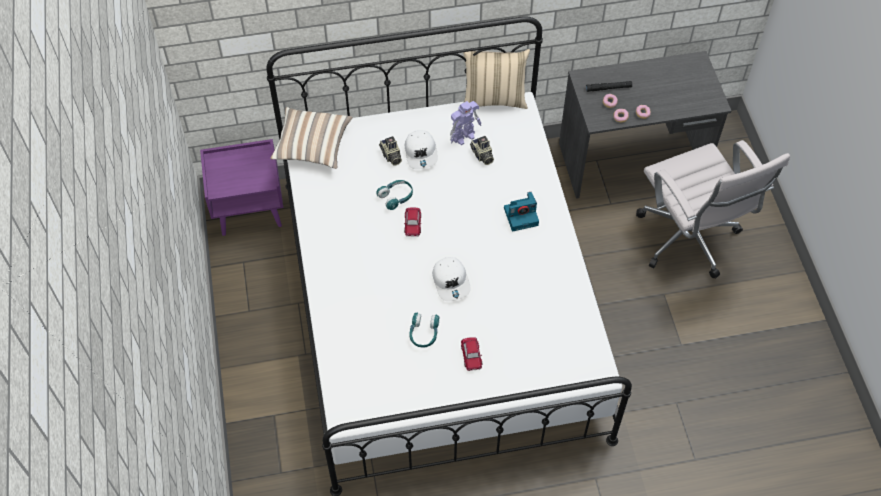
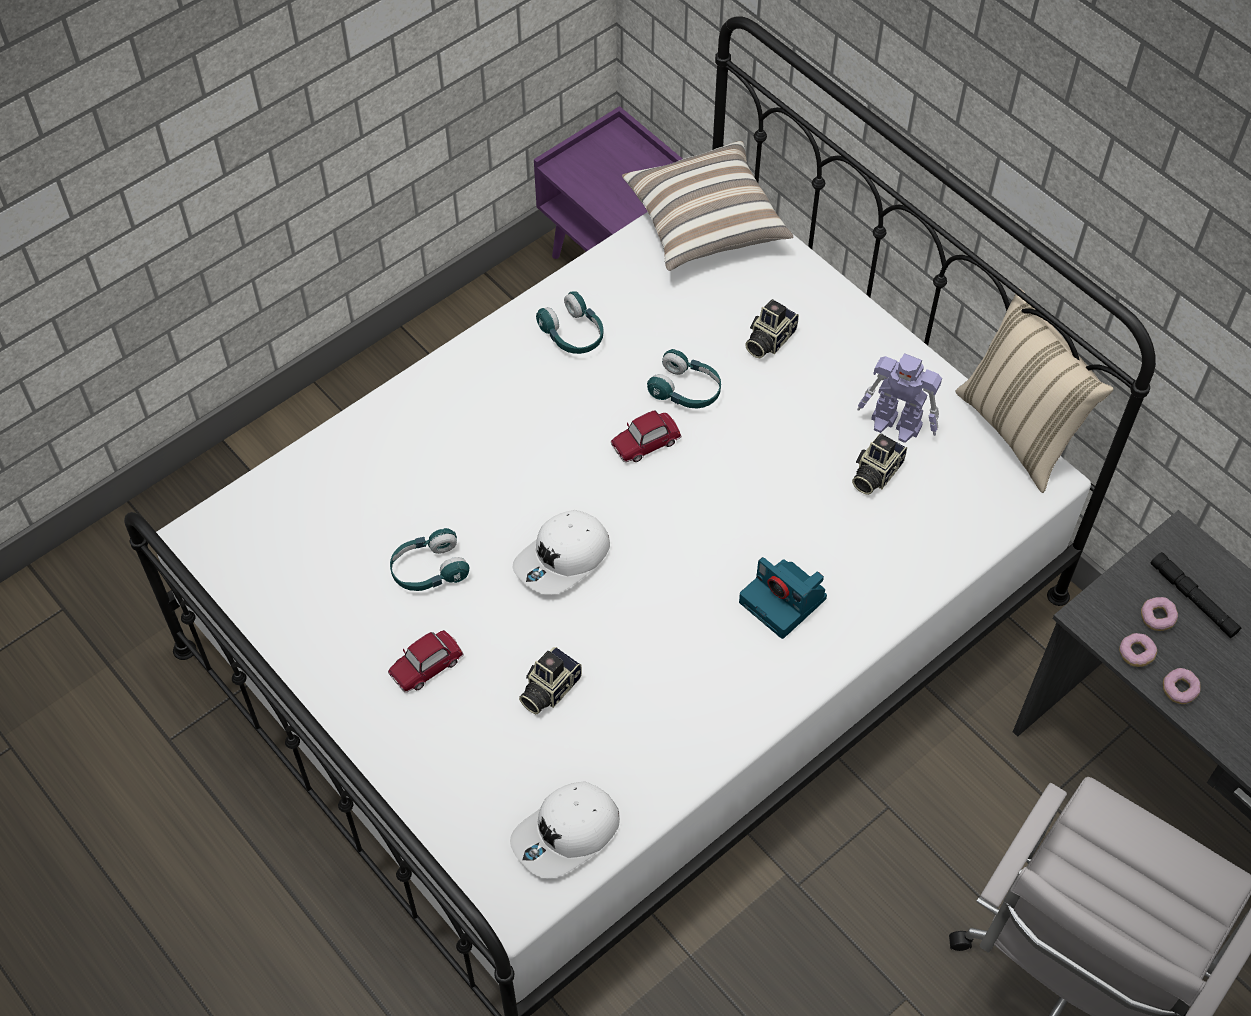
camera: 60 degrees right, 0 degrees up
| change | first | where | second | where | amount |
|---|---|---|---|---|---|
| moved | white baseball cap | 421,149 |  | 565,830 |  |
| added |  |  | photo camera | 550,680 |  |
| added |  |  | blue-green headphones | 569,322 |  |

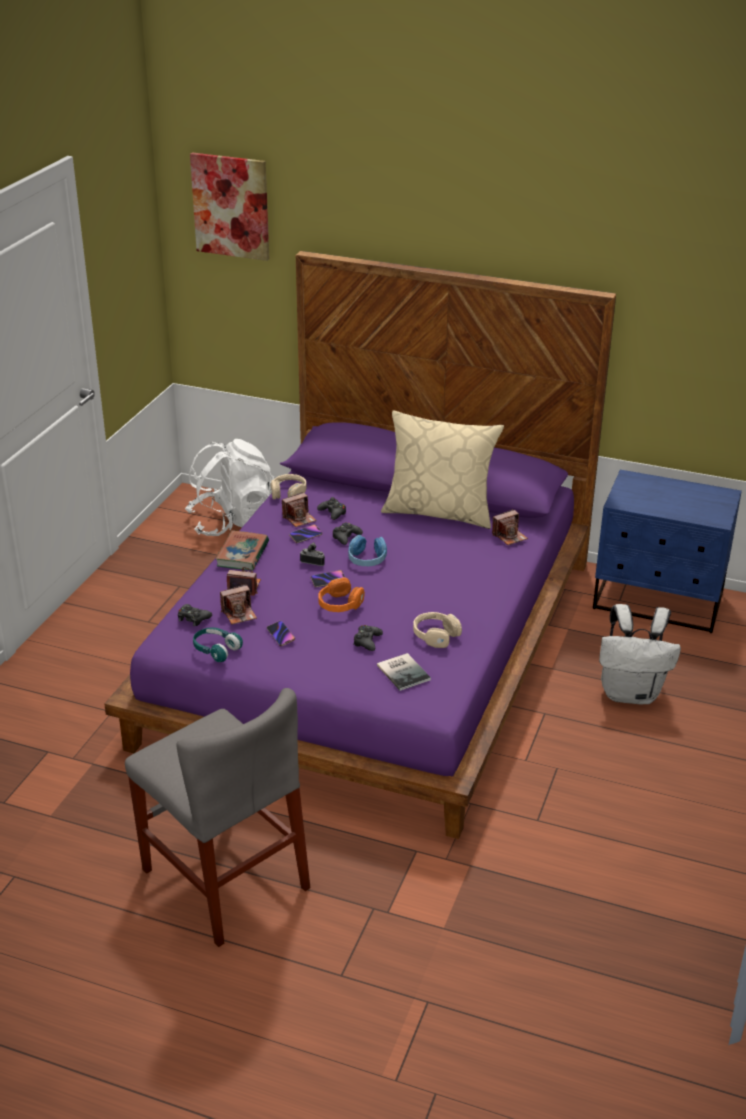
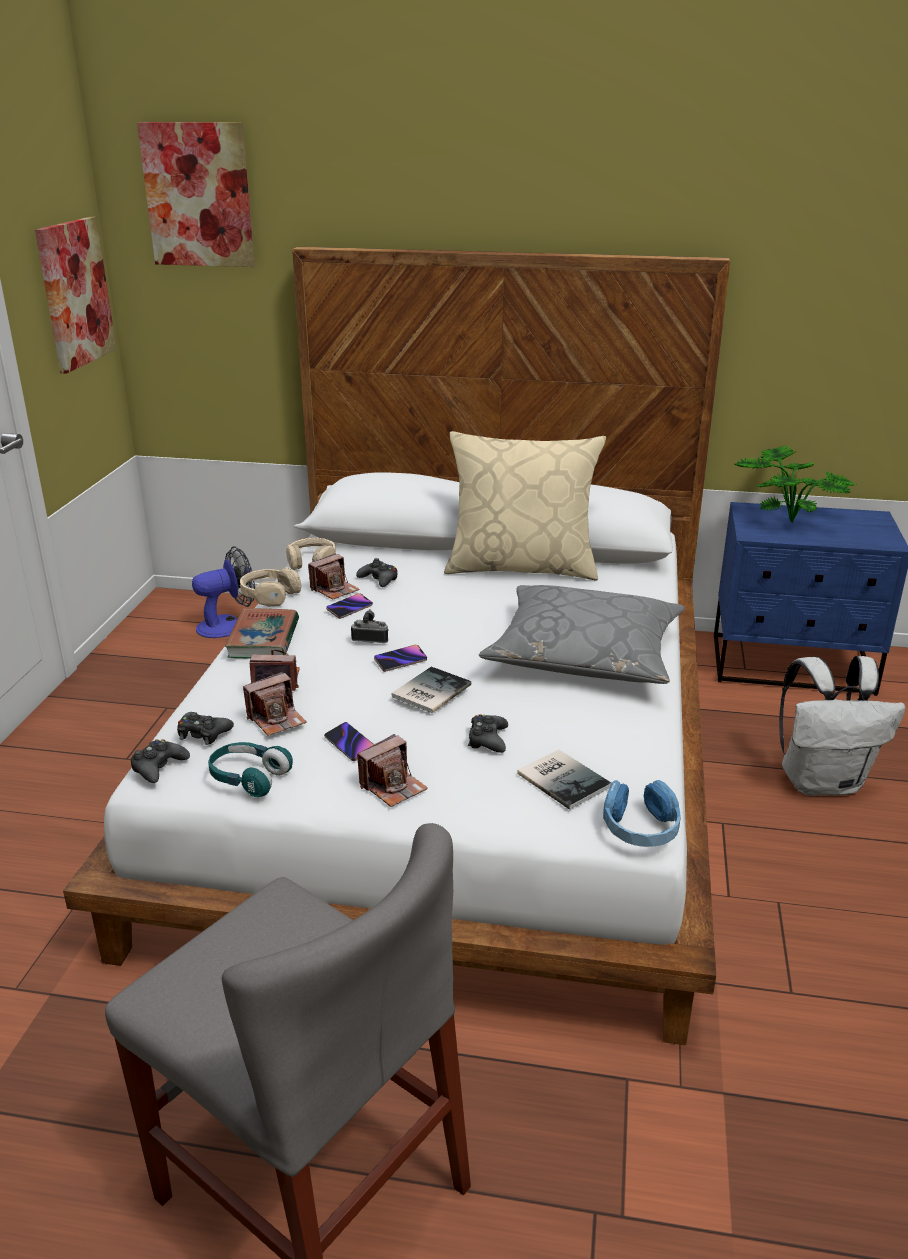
camera: 10 degrees left, 5 degrees down
| change | first | where | second | where | amount |
|---|---|---|---|---|---|
| added |  |  | wall art | 75,295 |  |
| recoloured | purple-coloured sleeping bed | 360,545 | white sleeping bed | 396,646 |  |
| moved | black-coloured gamepad | 348,533 |  | 160,761 |  |
| replaced | white rucksack | 229,487 | fan | 223,592 |  |
| moved | sand-coloured headphones | 437,630 |  | 270,586 |  |
| moved | photo camera | 510,527 |  | 392,770 |  |
| replaced | orange headphones | 341,594 | bound book | 431,690 |  |
| added |  |  | gray pillow | 582,634 |  |
| moved | blue-coloured headphones | 367,550 |  | 642,813 |  |
| added |  |  | potted plant | 796,484 |  |

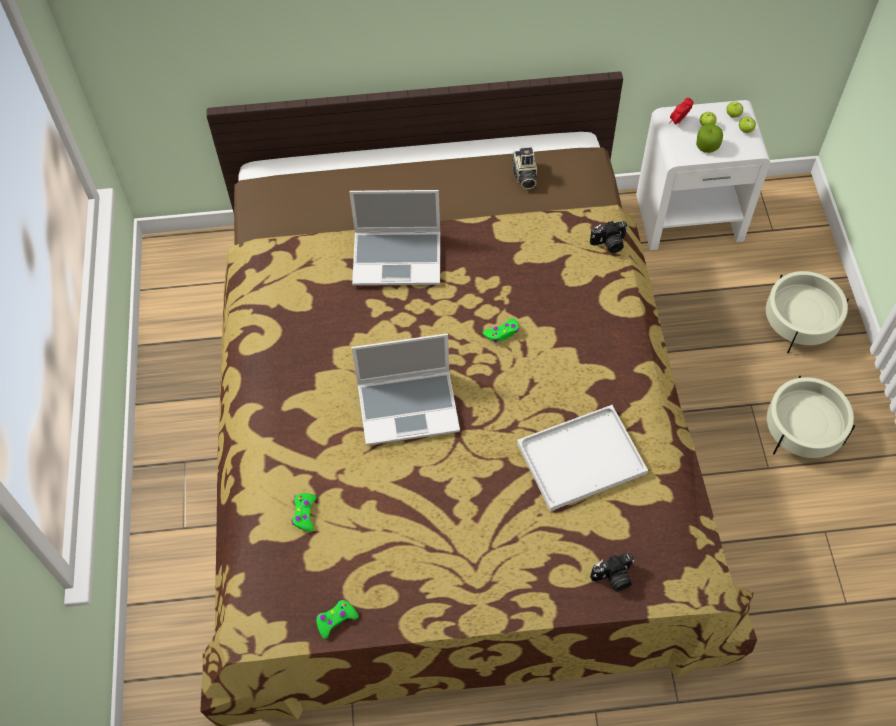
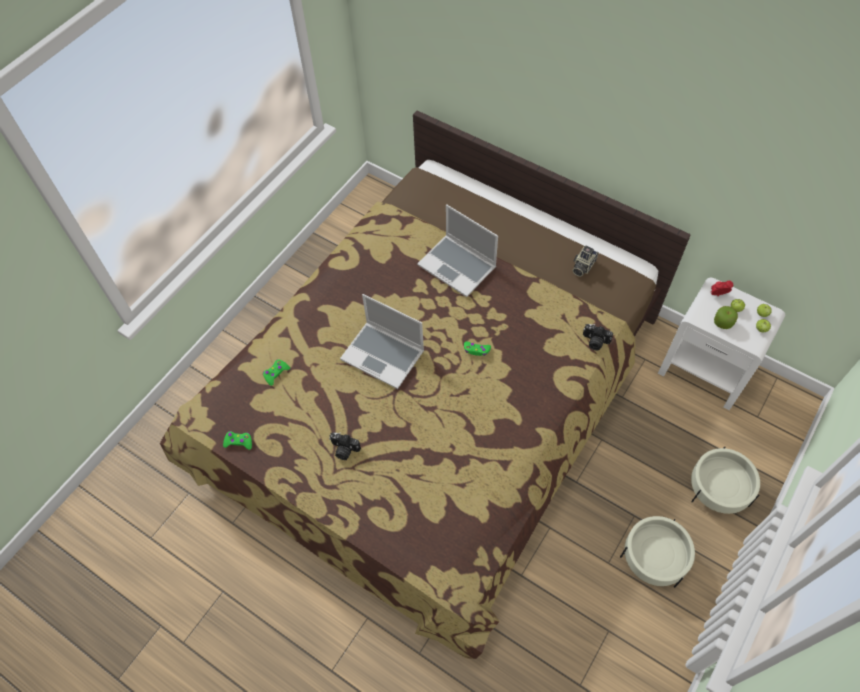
camera: 40 degrees right, 0 degrees up
| change | first | where | second | where | amount |
|---|---|---|---|---|---|
| moved | photo camera | 612,572 |  | 345,446 |  |
| removed | white tray | 582,458 |  |  |  |

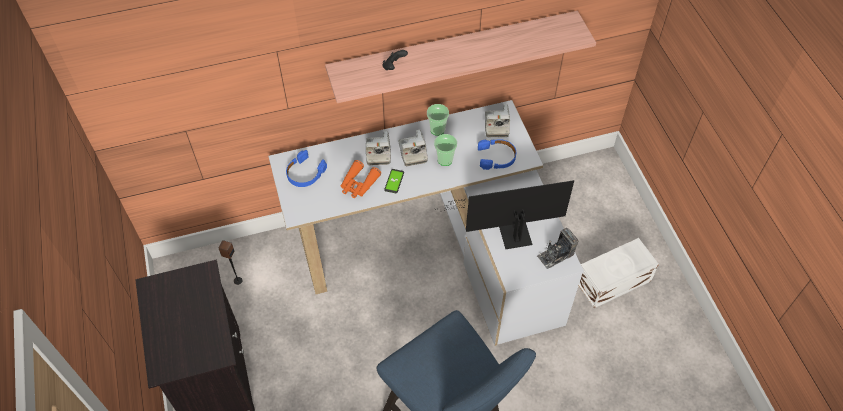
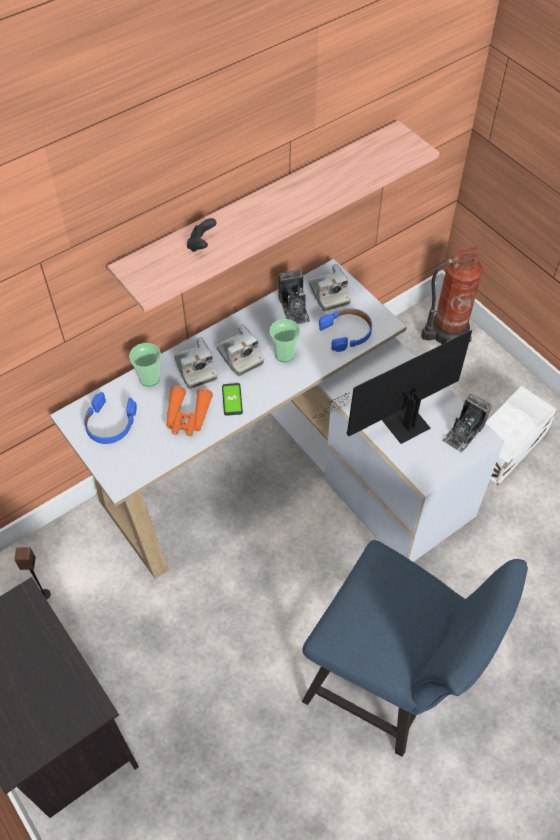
camera: 20 degrees left, 0 degrees up
| change | first | where | second | where | amount |
|---|---|---|---|---|---|
| moved | drinking cup | 438,120 |  | 145,365 |  |
| added |  |  | photo camera | 294,297 |  |
| added |  |  | fire extinguisher | 452,295 |  |

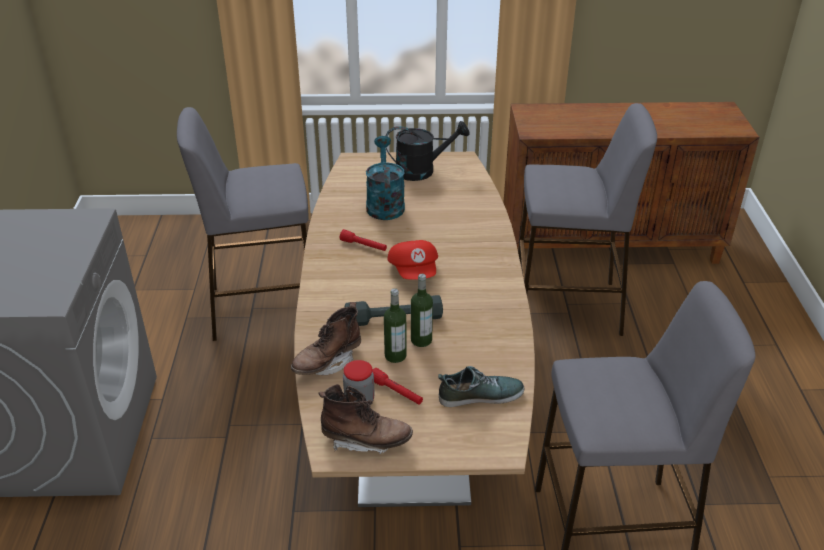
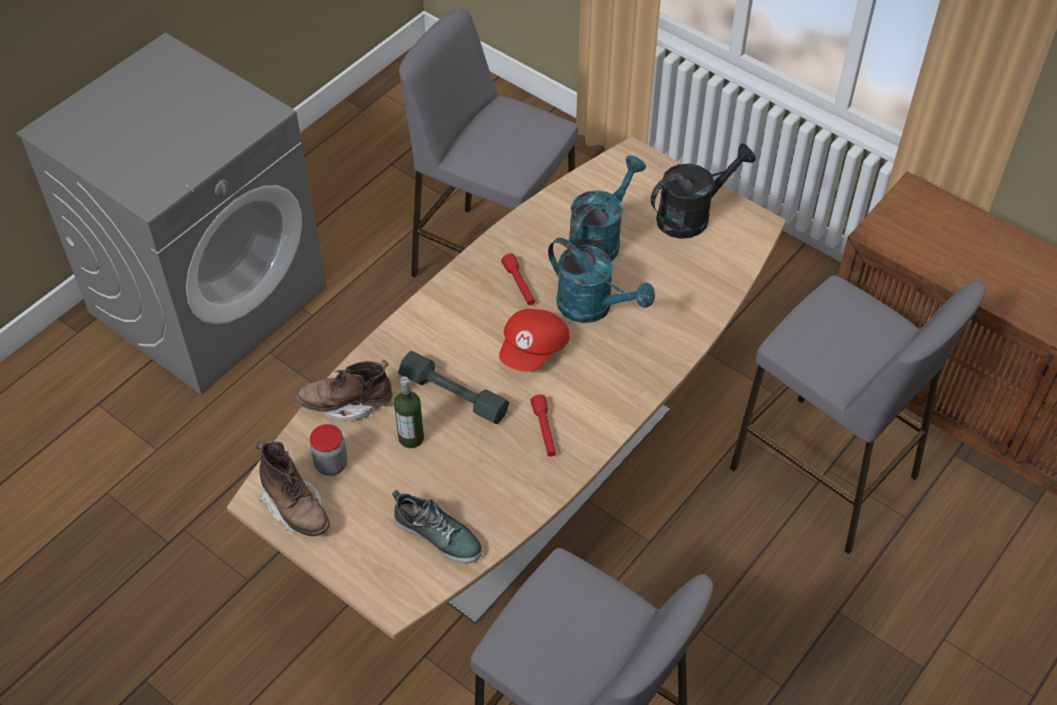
camera: 40 degrees right, 15 degrees up
| change | first | where | second | where | amount |
|---|---|---|---|---|---|
| moved | red-coloured hand torch | 397,386 |  | 543,425 |  |
| added |  |  | blue-green sprinkling can | 601,280 |  |
| turned | black-coloured sprinkling can | 427,151 |  | 703,191 | 60 degrees counterclockwise |
| removed | drink bottle | 422,310 |  |  |  |

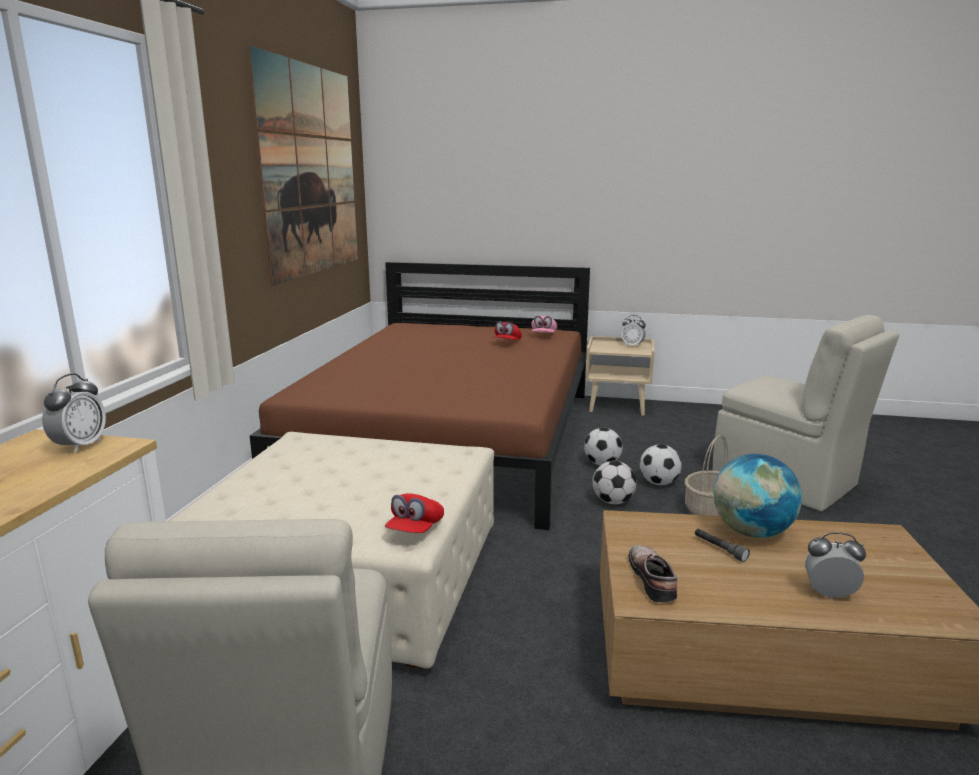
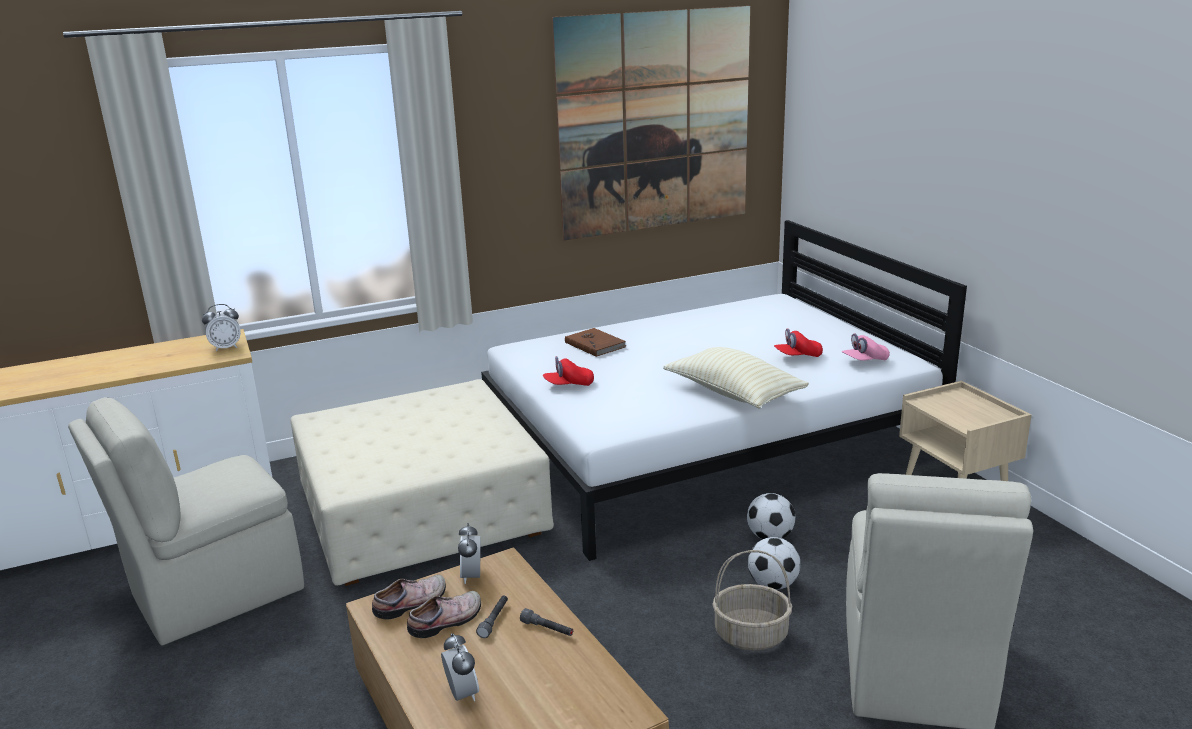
camera: 55 degrees right, 5 degrees up
| change | first | where | second | where | amount |
|---|---|---|---|---|---|
| added |  |  | item of footwear | 444,614 |  |
| moved | bedside clock | 633,331 |  | 469,553 |  |
| recoloured | brown sleeping bed | 420,396 | white sleeping bed | 724,390 |  |
| replaced | globe | 757,496 | gray hand torch | 546,622 |  |
| moved | red-coloured baseball cap | 414,513 |  | 568,371 |  |
| added |  |  | brown bound book | 595,342 |  |
| added |  |  | sand-coloured pillow | 736,377 |  |
| removed | ball for football | 614,482 |  |  |  |

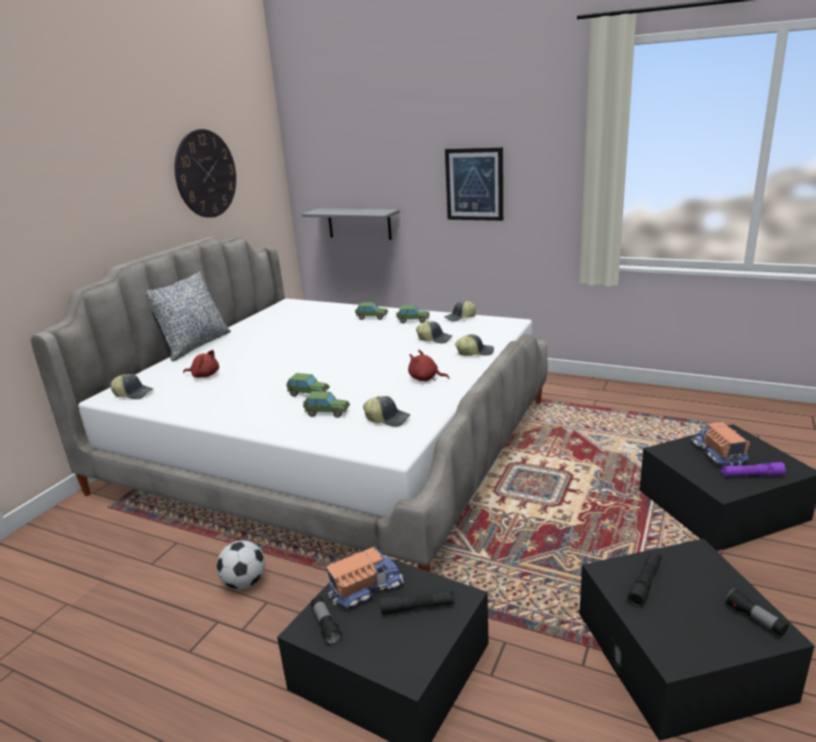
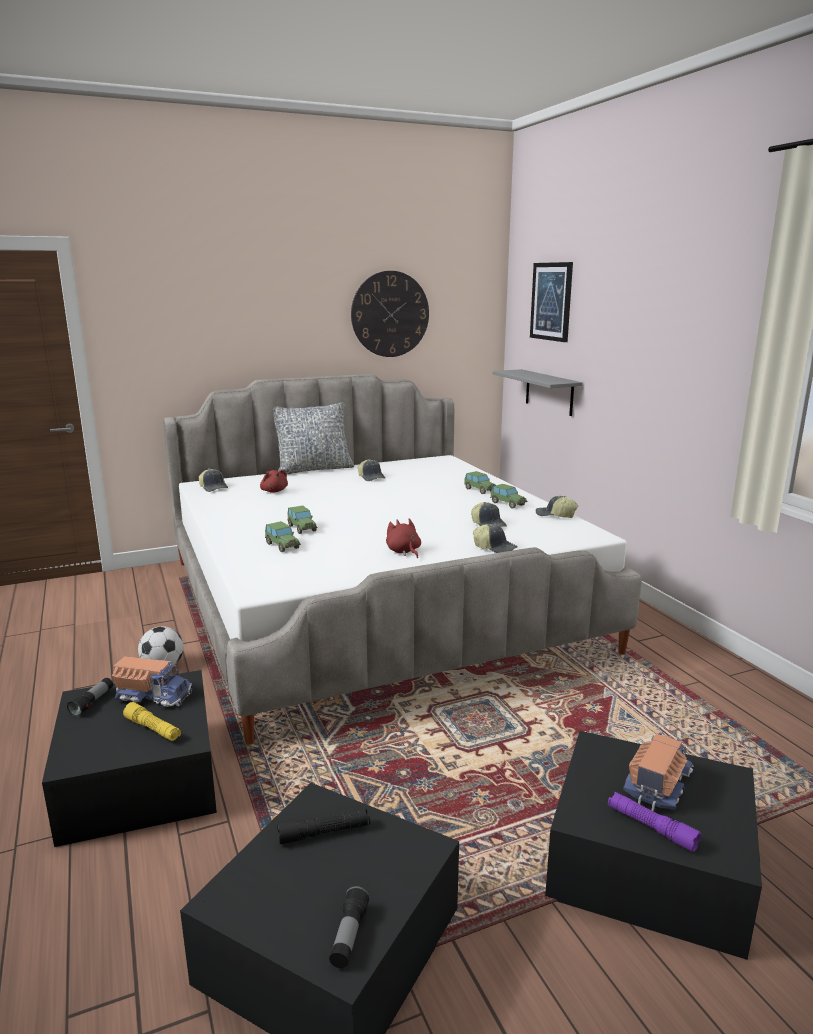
camera: 40 degrees right, 5 degrees down
| change | first | where | second | where | amount |
|---|---|---|---|---|---|
| recoloured | black-coloured hand torch | 417,603 | yellow hand torch | 152,721 |  |
| moved | baseball cap | 386,411 |  | 371,470 |  |
| moved | wall art | 474,184 |  | 551,302 |  |

